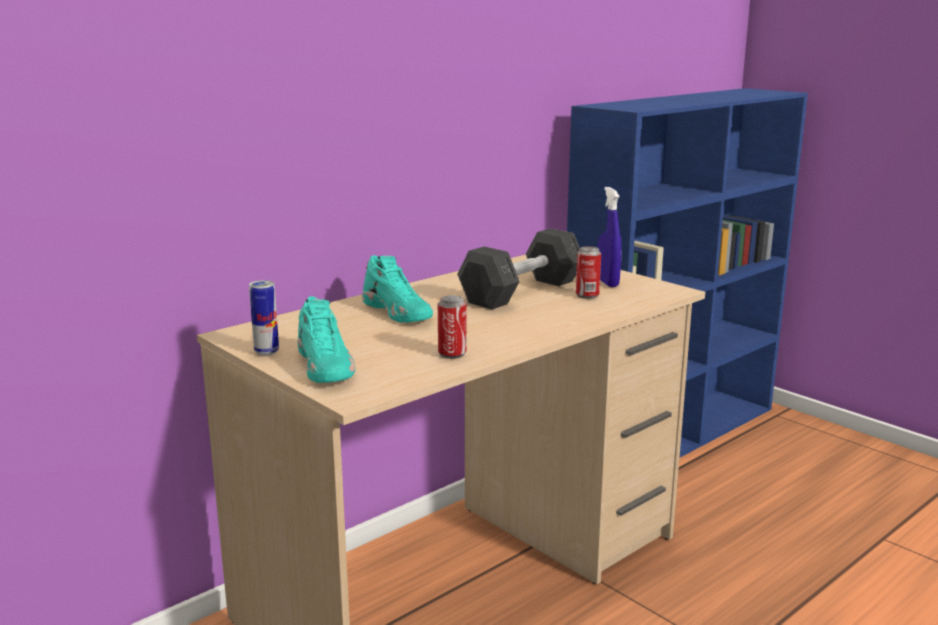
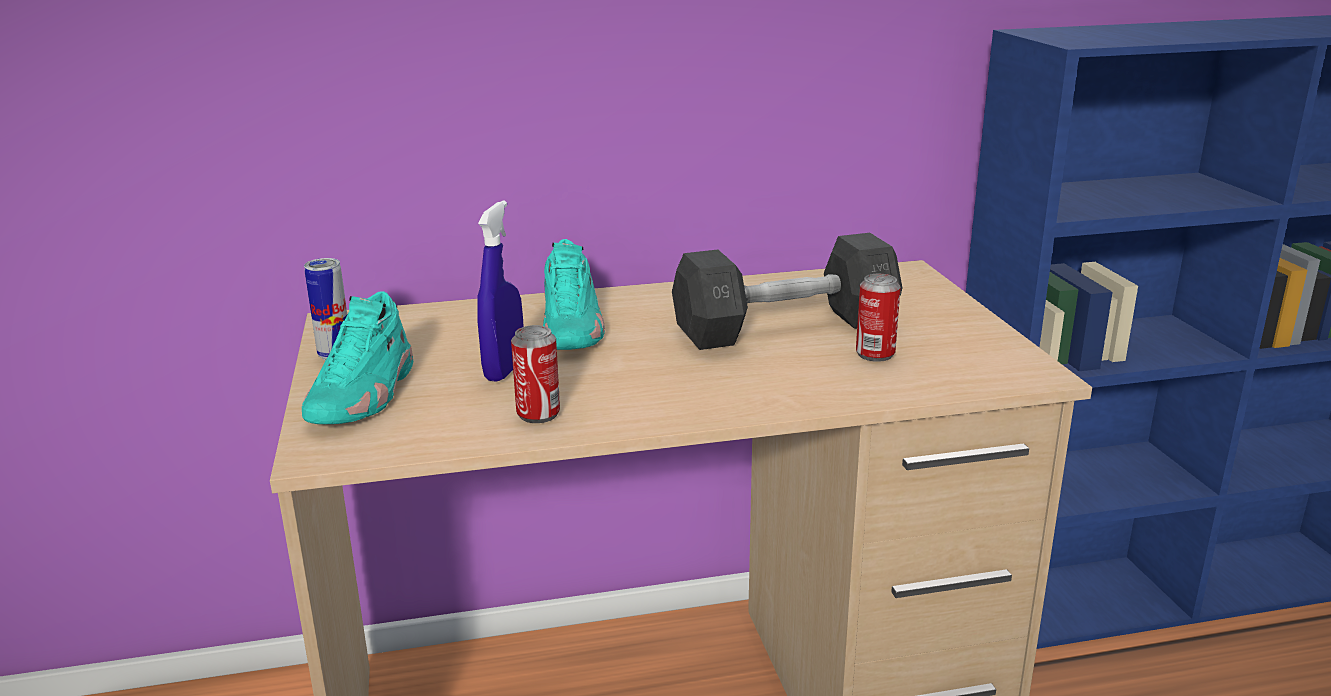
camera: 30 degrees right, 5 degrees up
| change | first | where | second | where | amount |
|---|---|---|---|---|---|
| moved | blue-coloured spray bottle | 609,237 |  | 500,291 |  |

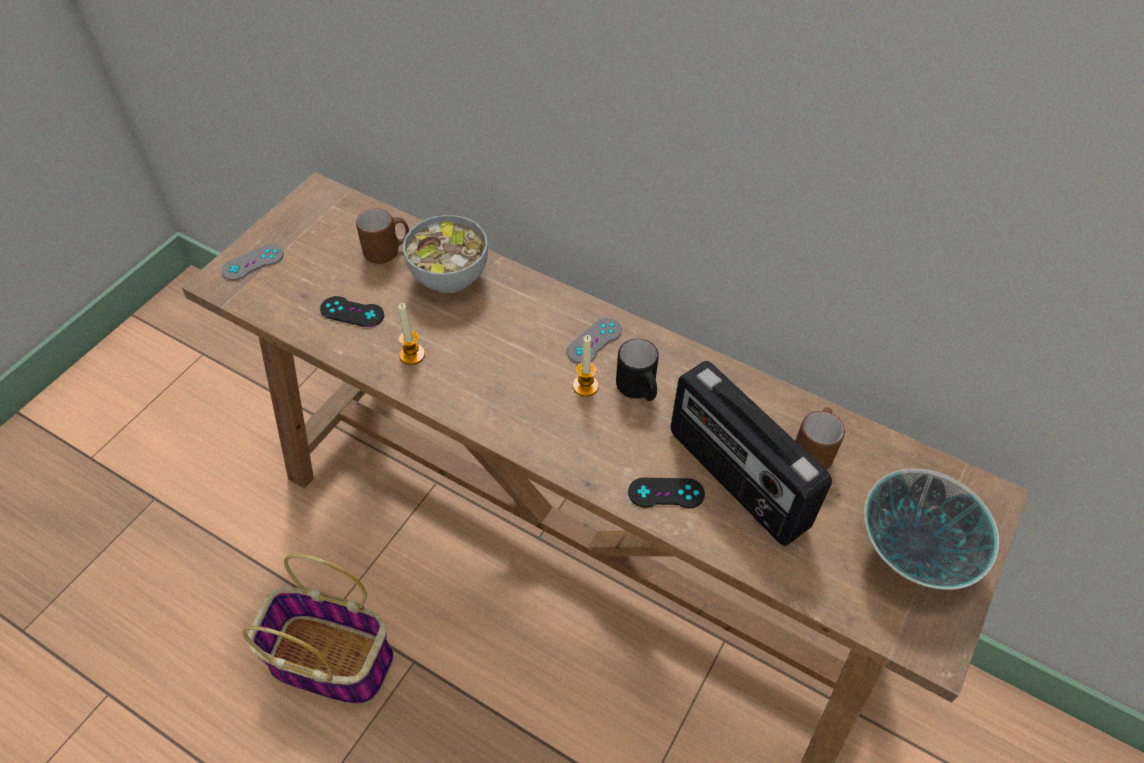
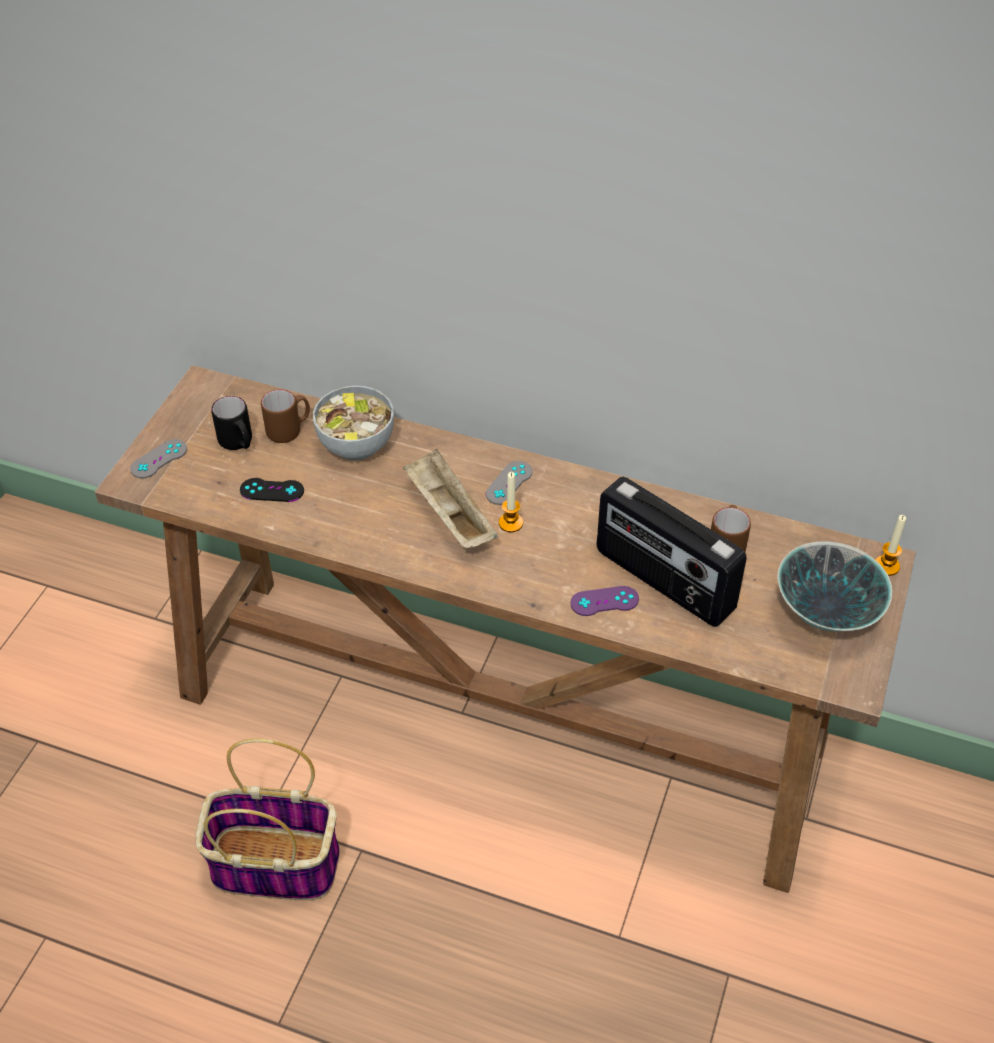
camera: 10 degrees left, 5 degrees down
| change | first | where | second | where | amount |
|---|---|---|---|---|---|
| moved | black-coloured tea mug | 637,370 |  | 231,423 |  |
| added |  |  | sand-coloured tray | 450,498 |  |
| recoloured | black-coloured gamepad | 666,493 | purple-coloured gamepad | 605,601 |  |
| moved | candle | 411,334 |  | 891,545 |  |

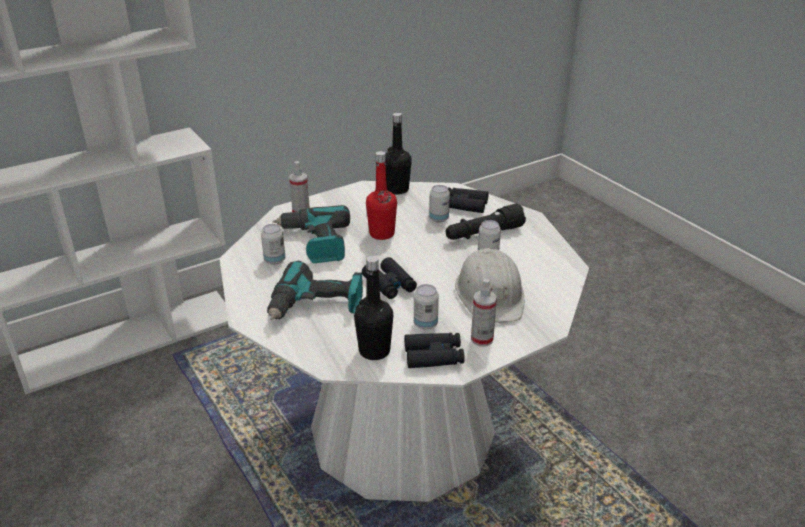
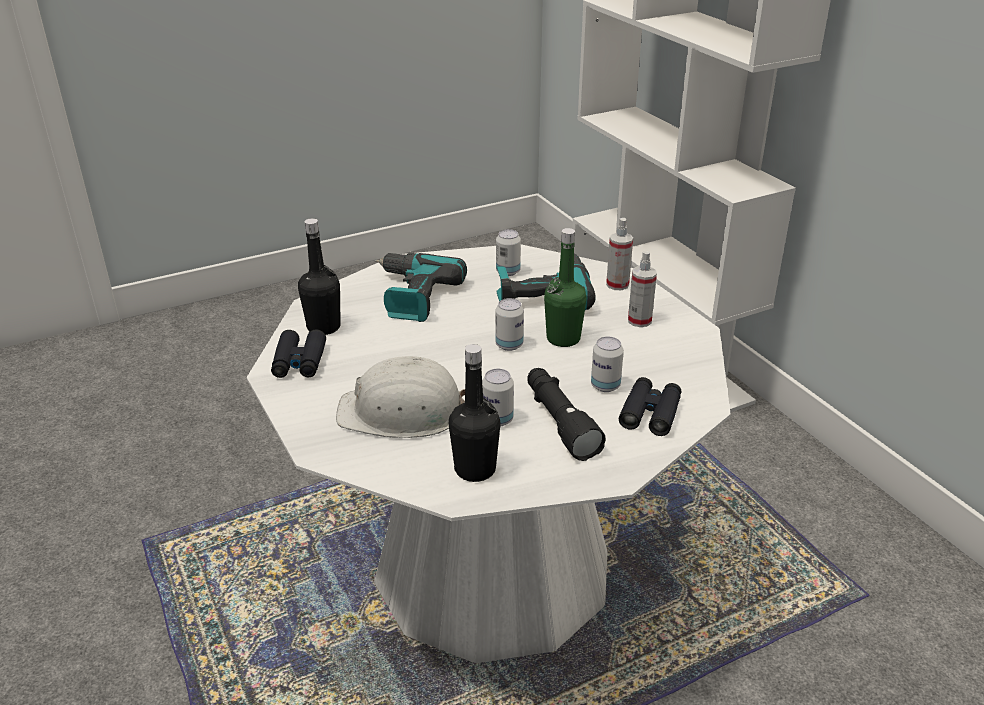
camera: 95 degrees right, 0 degrees up
| change | first | where | second | where | amount |
|---|---|---|---|---|---|
| moved | black-coloured drink bottle | 399,154 |  | 475,413 |  |
| moved | metal can | 426,306 |  | 510,324 |  |
| recoloured | red-coloured drink bottle | 381,195 | green-coloured drink bottle | 565,287 |  |
| moved | spray bottle | 484,312 |  | 642,289 |  |
| removed | black-coloured binoculars | 389,278 |  |  |  |

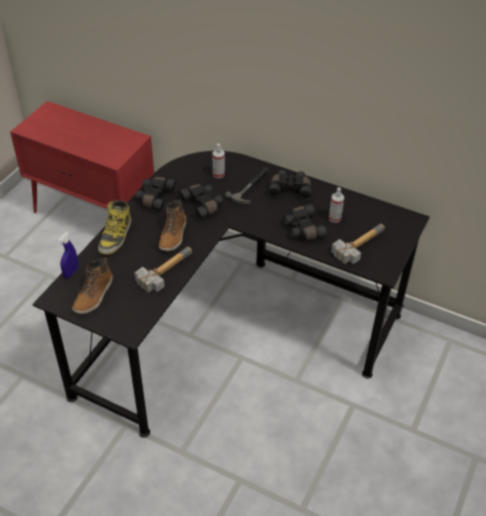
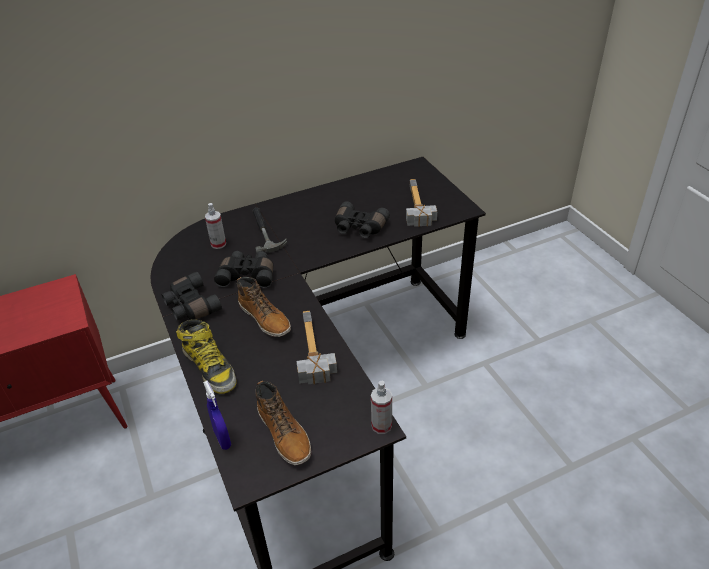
camera: 50 degrees left, 5 degrees down
| change | first | where | second | where | amount |
|---|---|---|---|---|---|
| moved | spray bottle | 336,205 |  | 381,407 |  |
| removed | black-coloured binoculars | 290,184 |  |  |  |

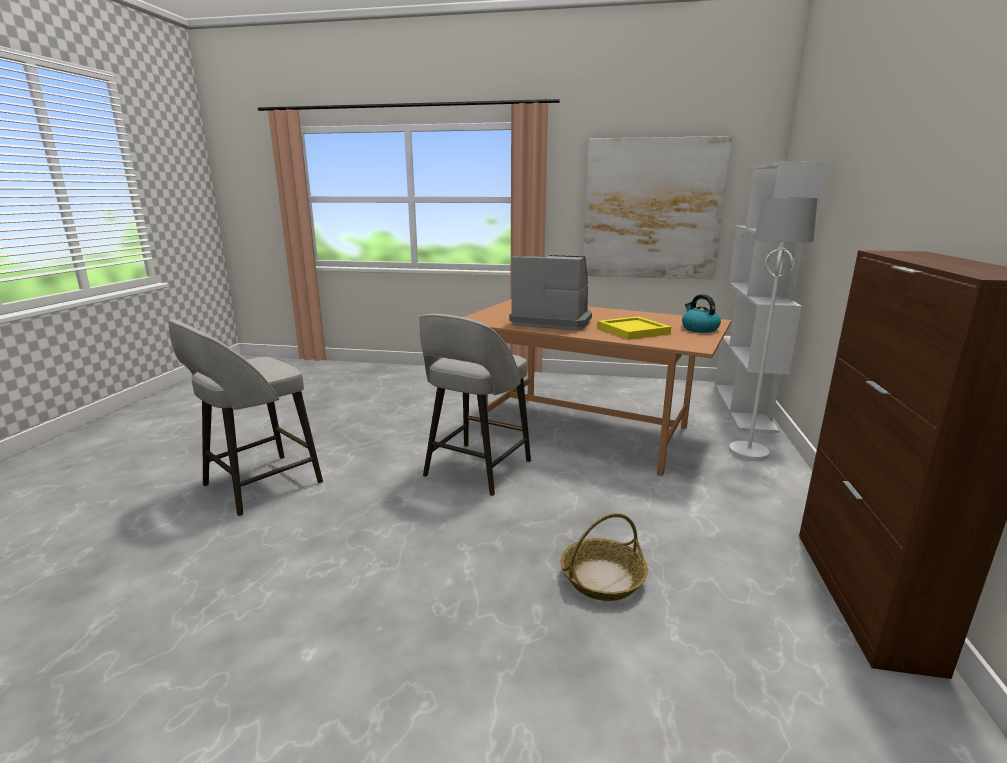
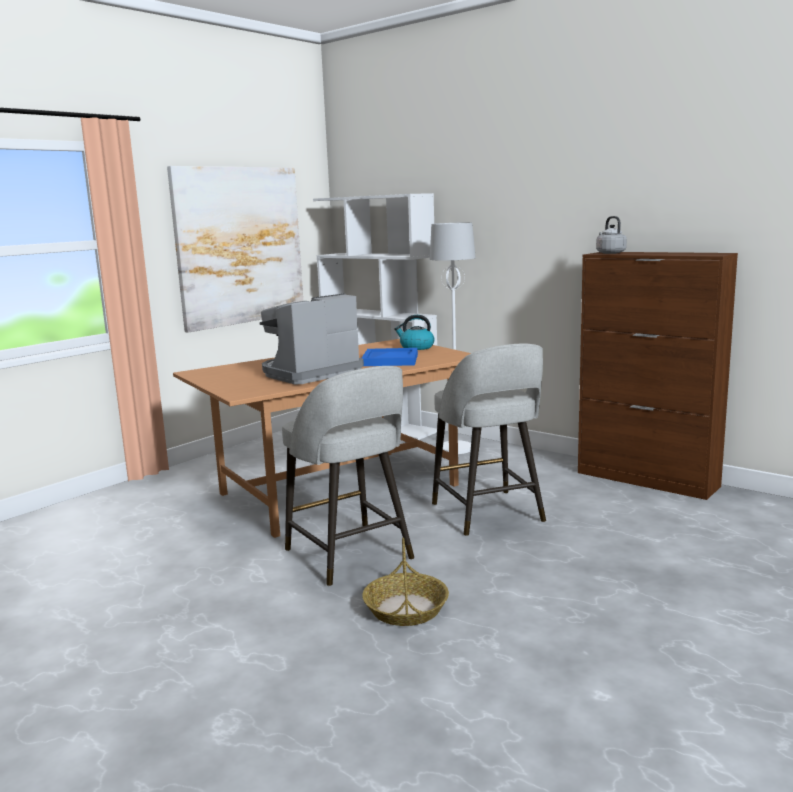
camera: 60 degrees left, 5 degrees down
| change | first | where | second | where | amount |
|---|---|---|---|---|---|
| recoloured | yellow tray | 634,328 | blue-coloured tray | 390,357 |  |
| moved | basket | 604,557 |  | 405,581 |  |
| moved | gray stool seat | 245,417 |  | 489,439 |  |
| added |  |  | gray kettle | 611,235 |  |

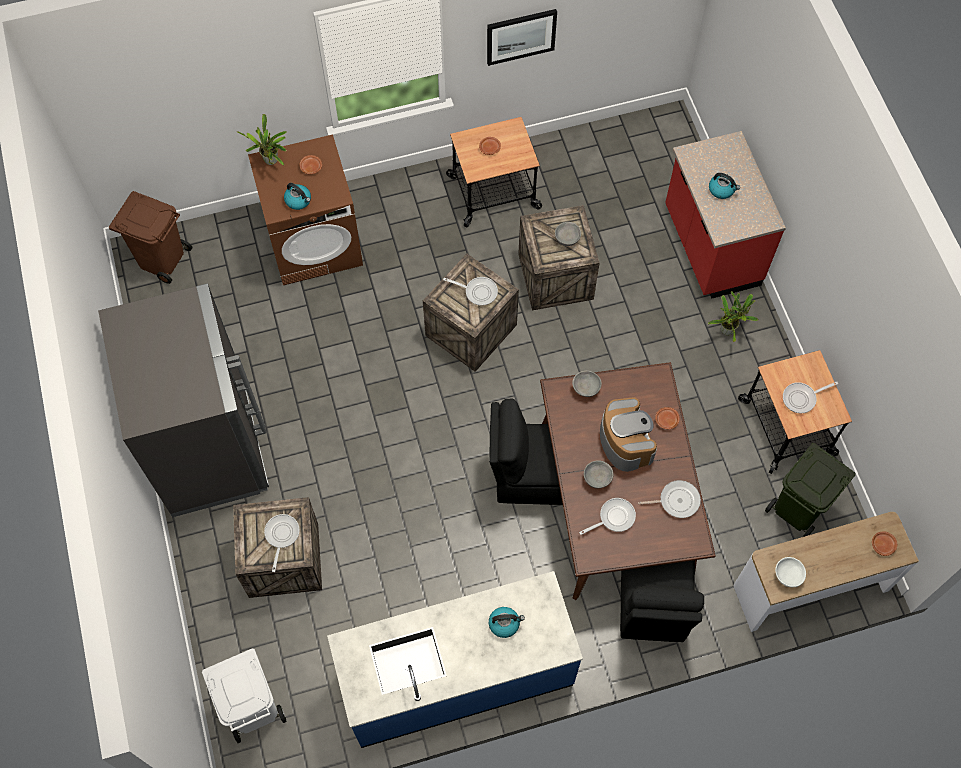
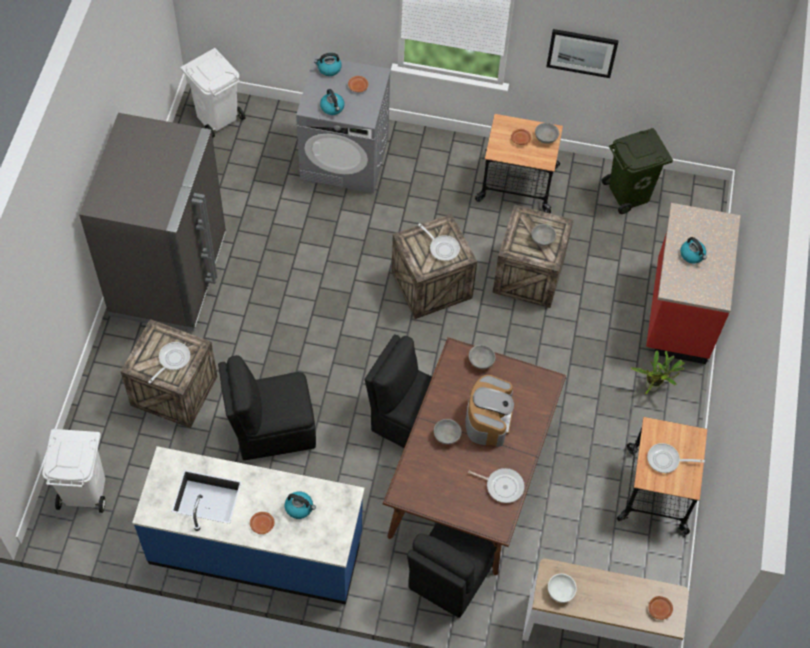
camera: 25 degrees right, 5 degrees down
| change | first | where | second | where | amount |
|---|---|---|---|---|---|
| recoloured | brown trash can | 150,237 | white trash can | 213,92 |  |
| added |  |  | black-coloured chair | 267,407 |  |
| moved | brown flat dish | 667,418 |  | 262,523 |  |
| recoloured | brown washing machine | 305,209 | gray washing machine | 343,124 |  |
| replaced | potted plant | 262,140 | kettle | 328,64 |  |
| added |  |  | gray serving bowl | 547,133 |  |
| moved | green-coloured trash can | 810,490 |  | 637,171 |  |
| removed | pan | 607,516 |  |  |  |

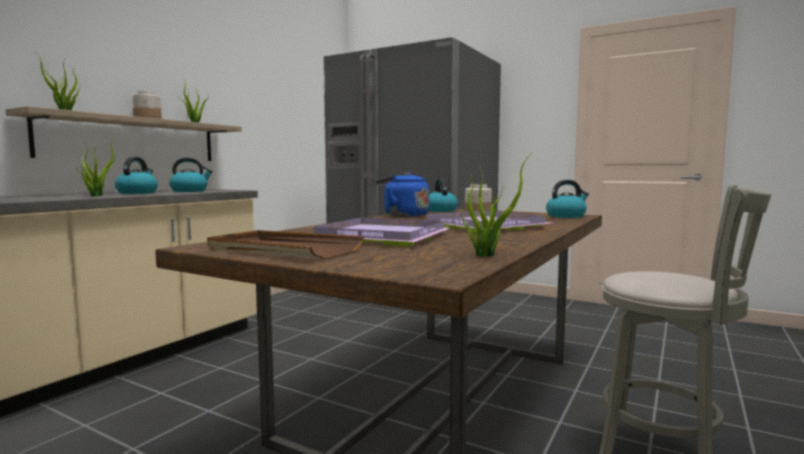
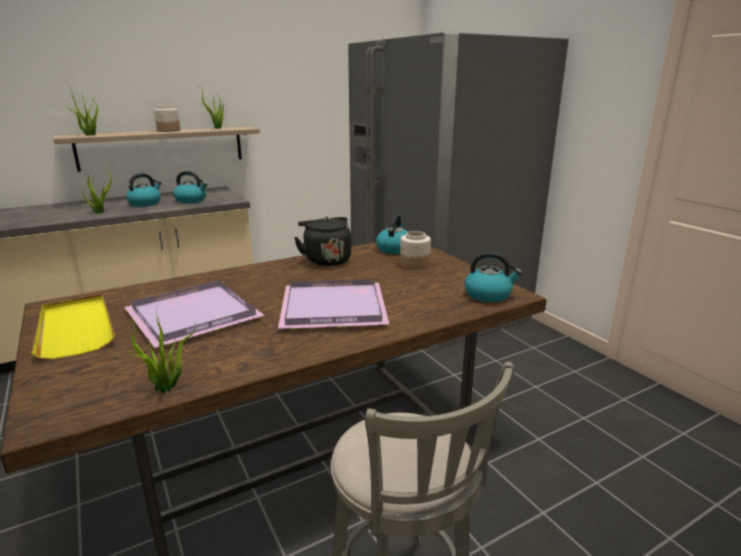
camera: 30 degrees right, 15 degrees up
| change | first | where | second | where | amount |
|---|---|---|---|---|---|
| recoloured | brown tray | 285,244 | yellow tray | 73,326 |  |
| recoloured | blue-coloured kettle | 403,194 | black-coloured kettle | 322,241 |  |

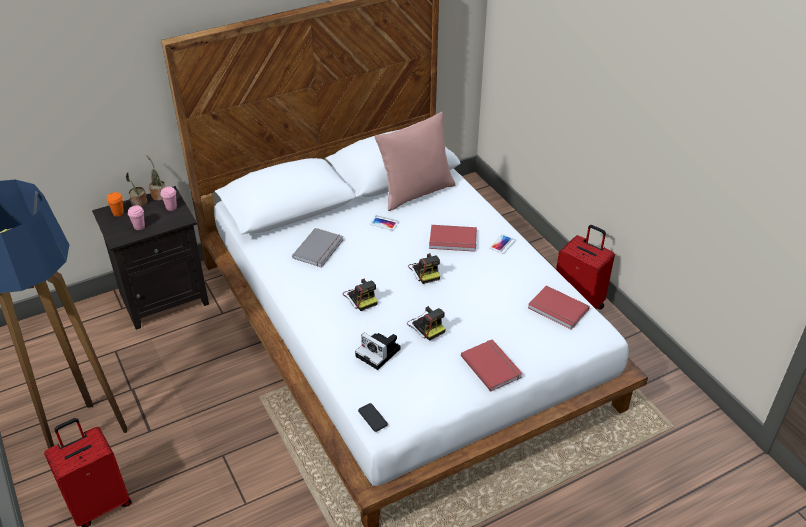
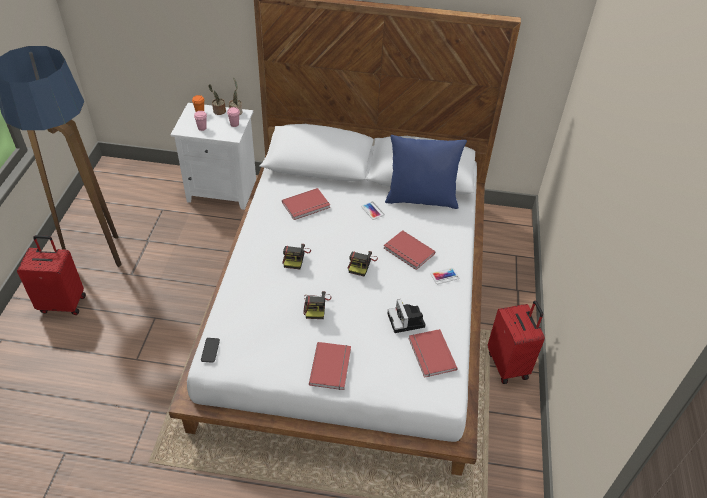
camera: 35 degrees right, 5 degrees up
| change | first | where | second | where | amount |
|---|---|---|---|---|---|
| recoloured | black-coloured night table | 150,258 | white night table | 213,156 |  |
| recoloured | gray bound book | 317,247 | red-coloured bound book | 306,204 |  |
| recoloured | pink pillow | 415,161 | blue-coloured pillow | 426,172 |  |
| moved | photo camera | 378,351 |  | 406,316 |  |

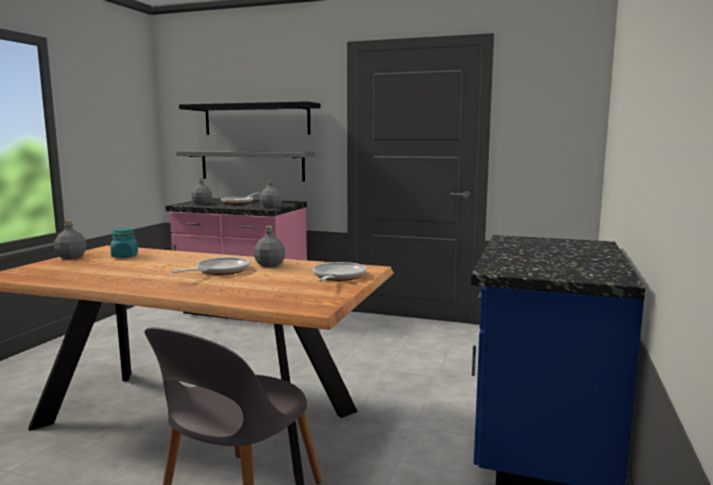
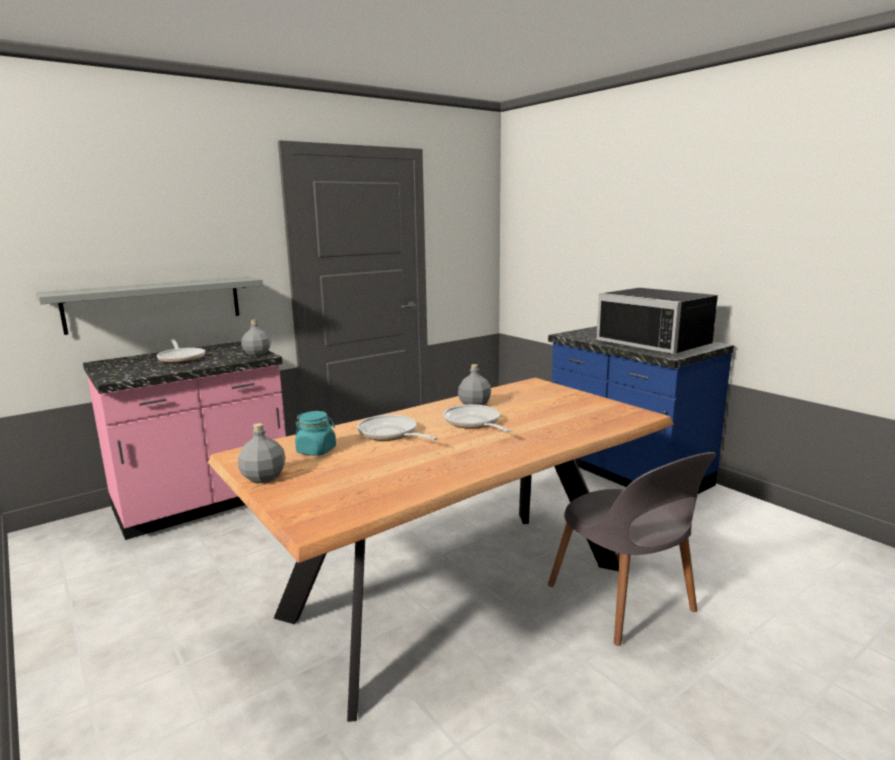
camera: 55 degrees left, 5 degrees up
| change | first | where | second | where | amount |
|---|---|---|---|---|---|
| moved | pan | 340,272 |  | 397,428 |  |
| added |  |  | black-coloured microwave oven | 657,321 |  |
| removed | black-coloured wall shelf | 249,118 |  |  |  |
| removed | gray drink bottle | 202,191 |  |  |  |

